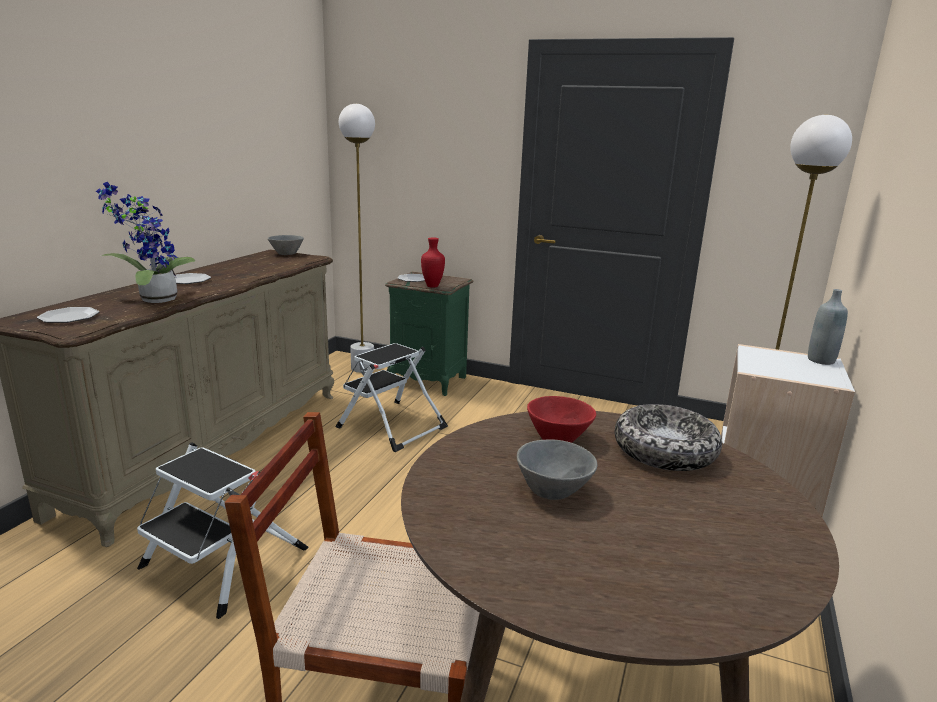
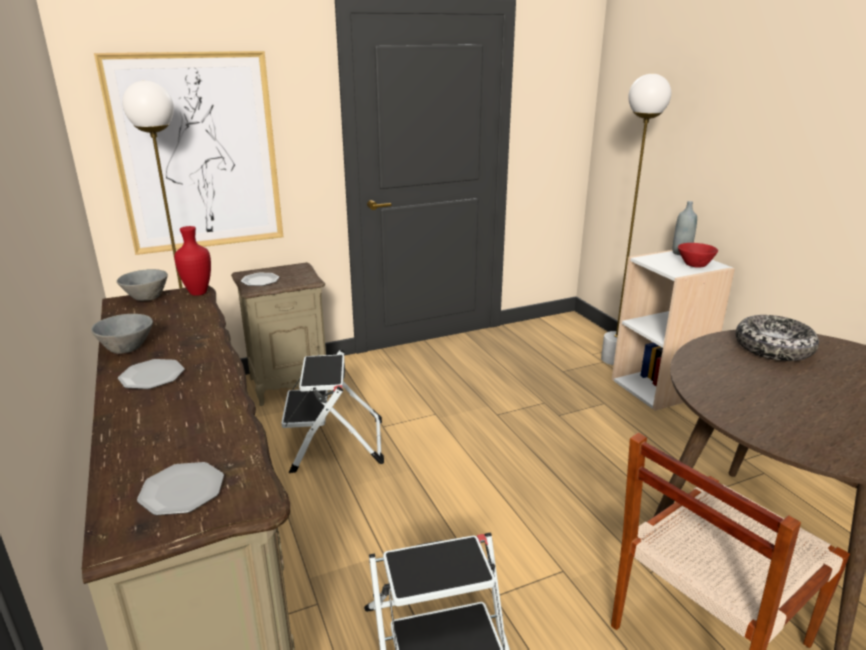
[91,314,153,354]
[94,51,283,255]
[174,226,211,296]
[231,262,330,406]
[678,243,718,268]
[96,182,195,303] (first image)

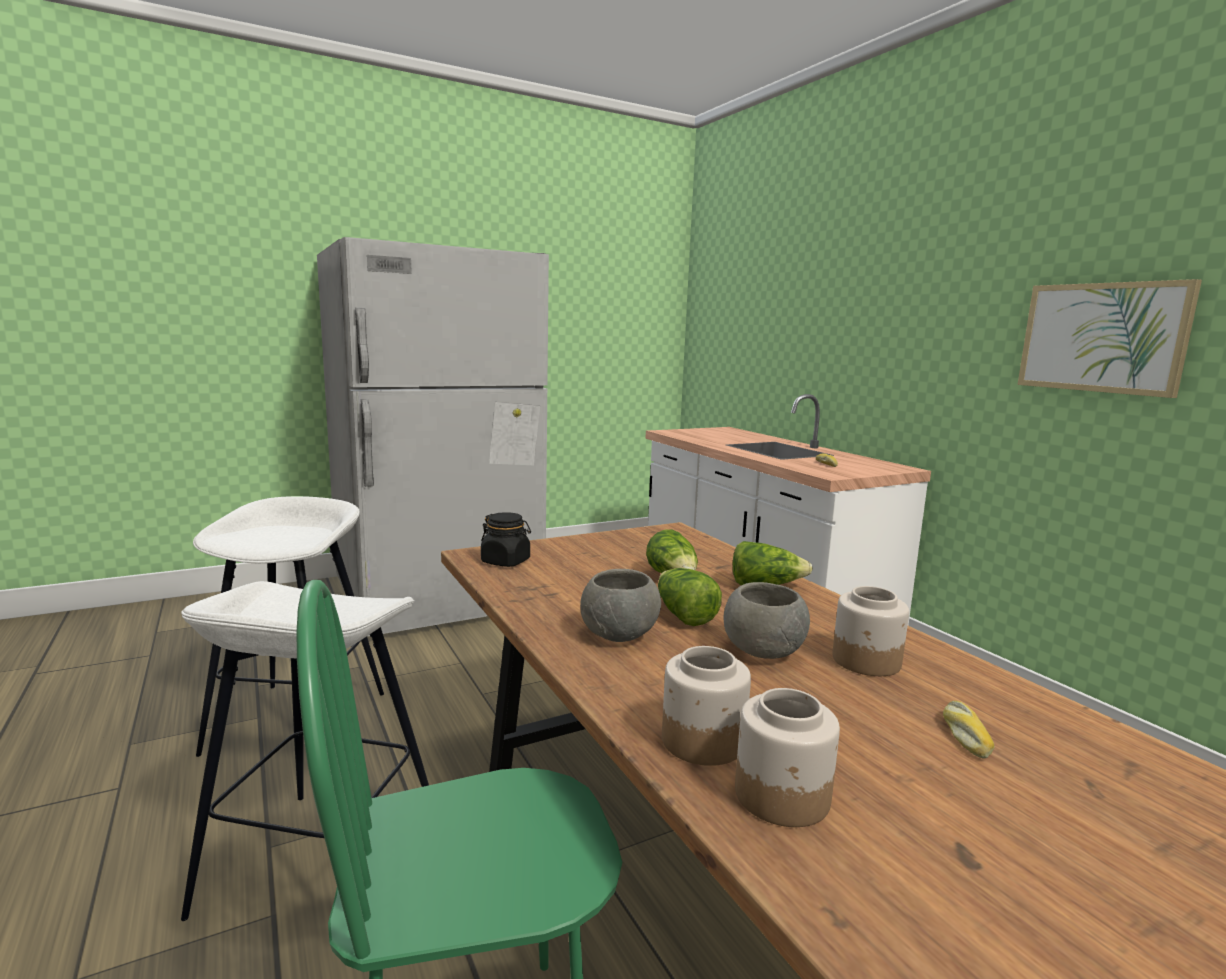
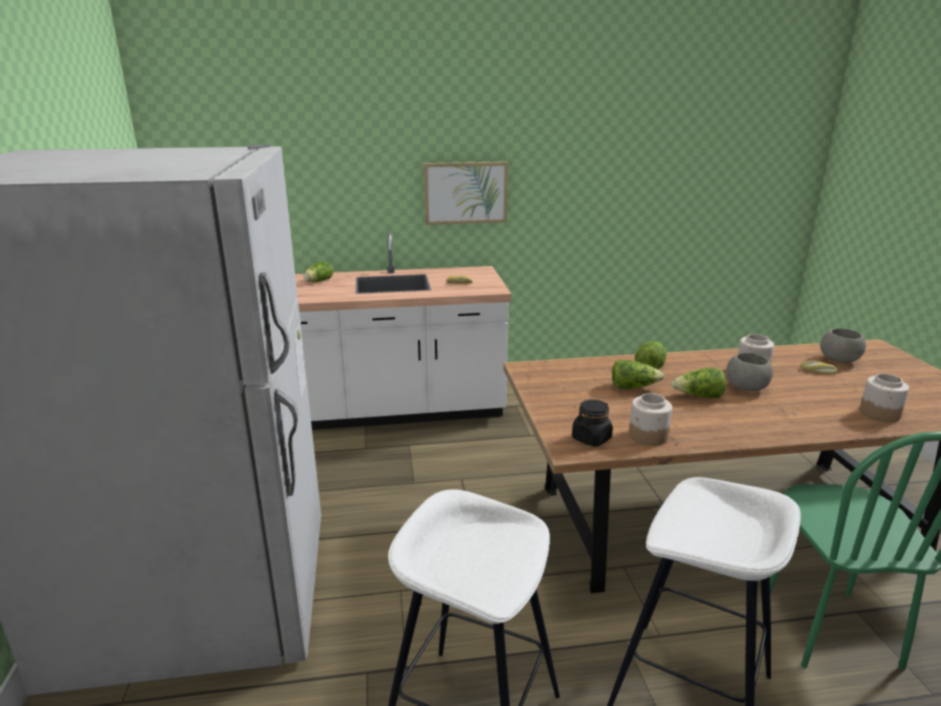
[303,261,333,282]
[424,162,508,225]
[629,393,672,446]
[820,328,866,363]

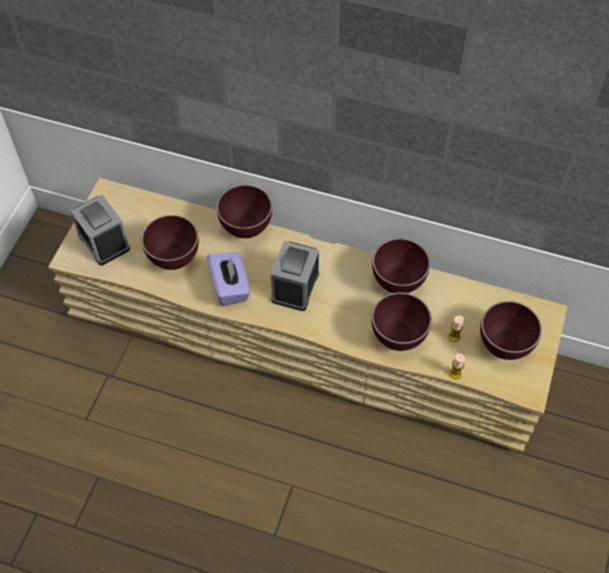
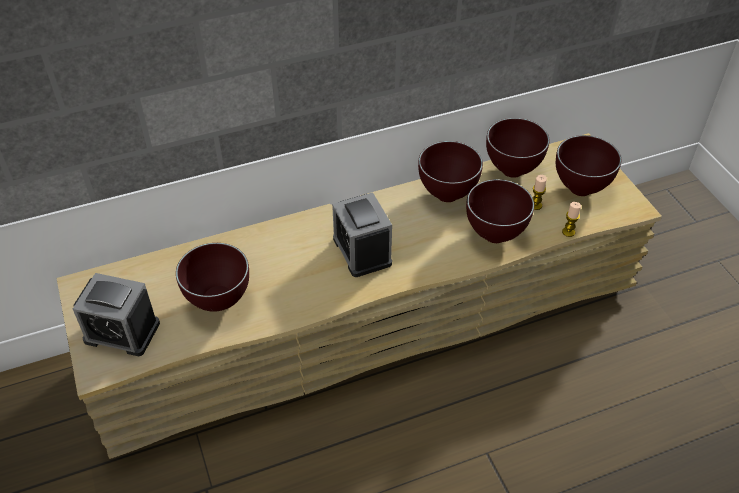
[486,118,550,178]
[207,252,250,306] (first image)

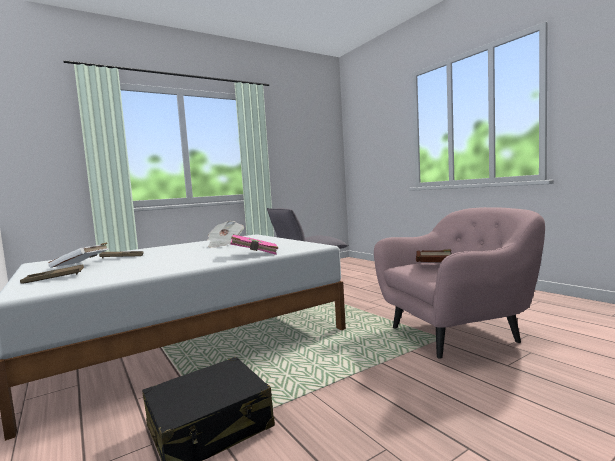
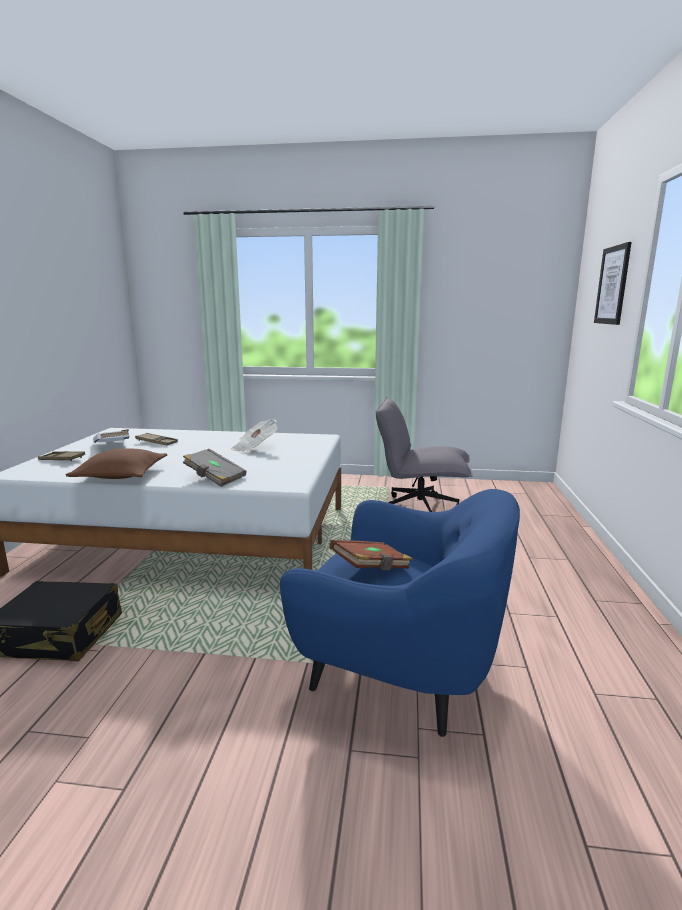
[66,448,167,479]
[183,449,247,487]
[280,489,520,737]
[594,242,632,325]

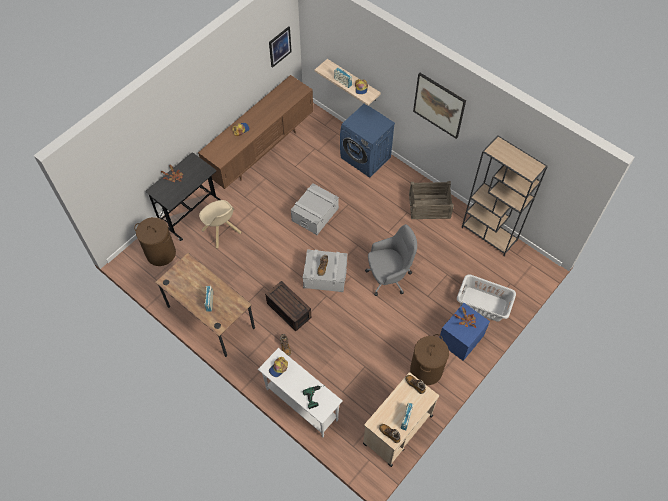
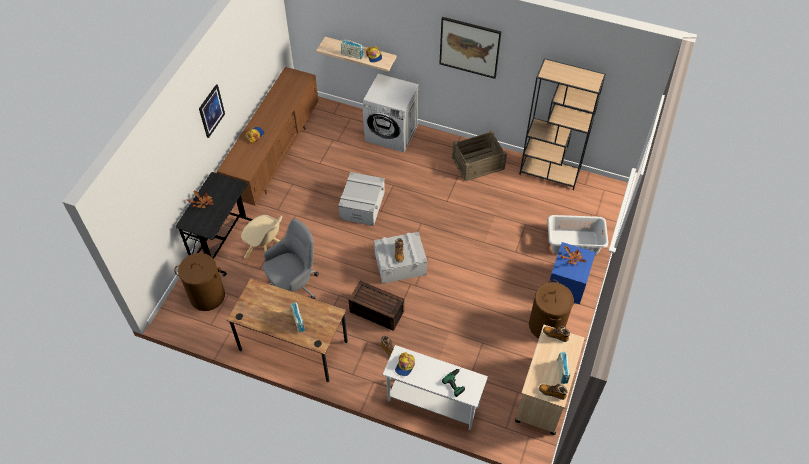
[199,84,225,138]
[263,219,319,299]
[363,74,418,152]

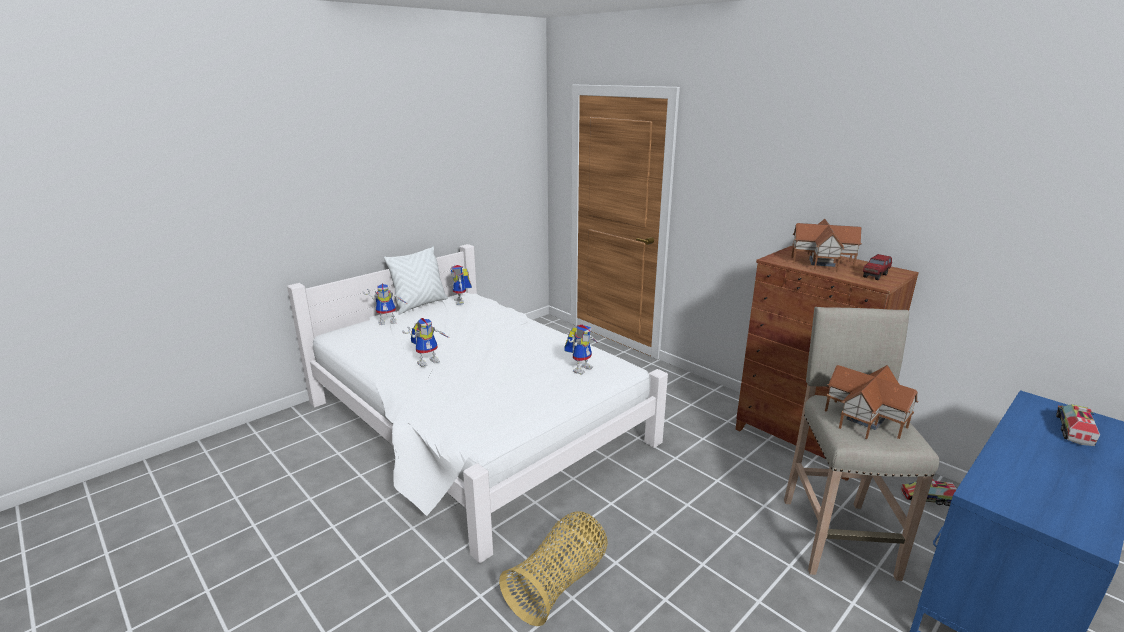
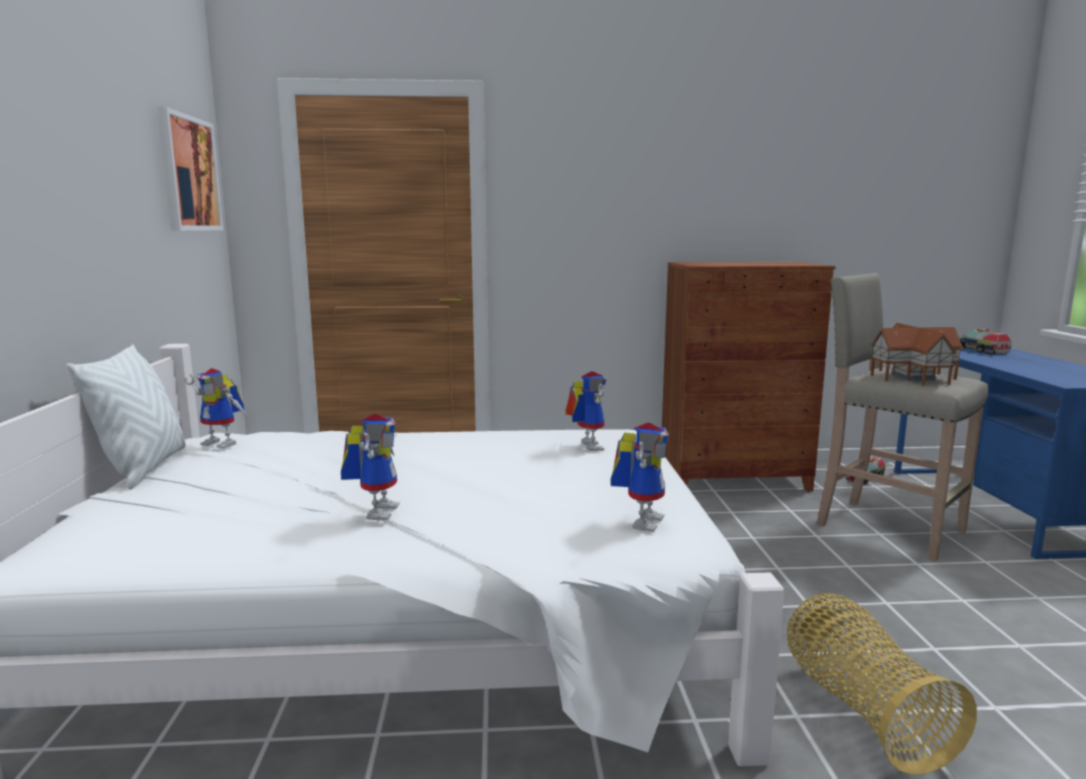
[157,107,223,231]
[611,423,669,532]
[791,219,862,272] (first image)
[863,254,892,280] (first image)

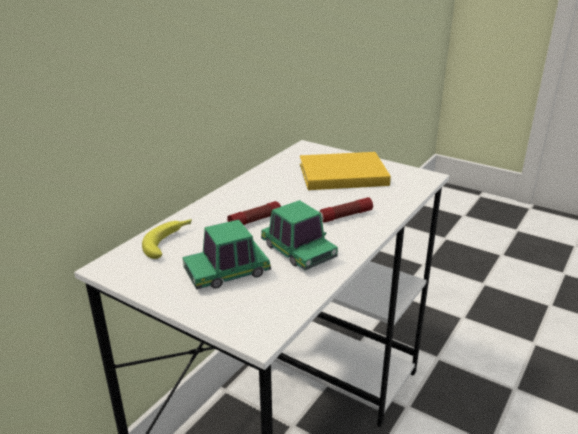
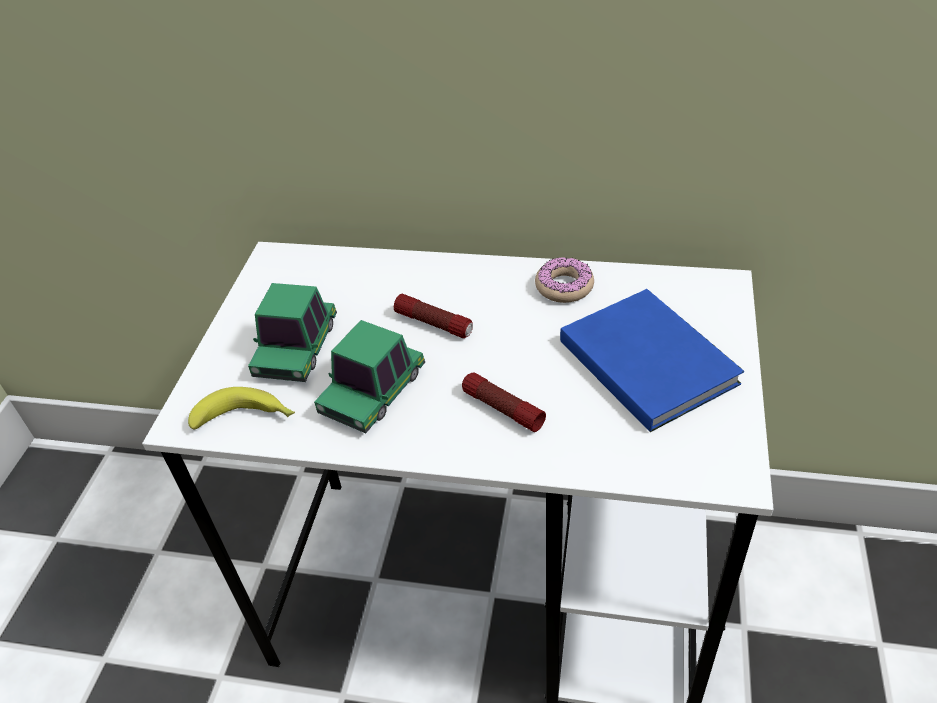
[188,387,295,429]
[248,283,337,382]
[535,257,594,303]
[560,289,744,432]

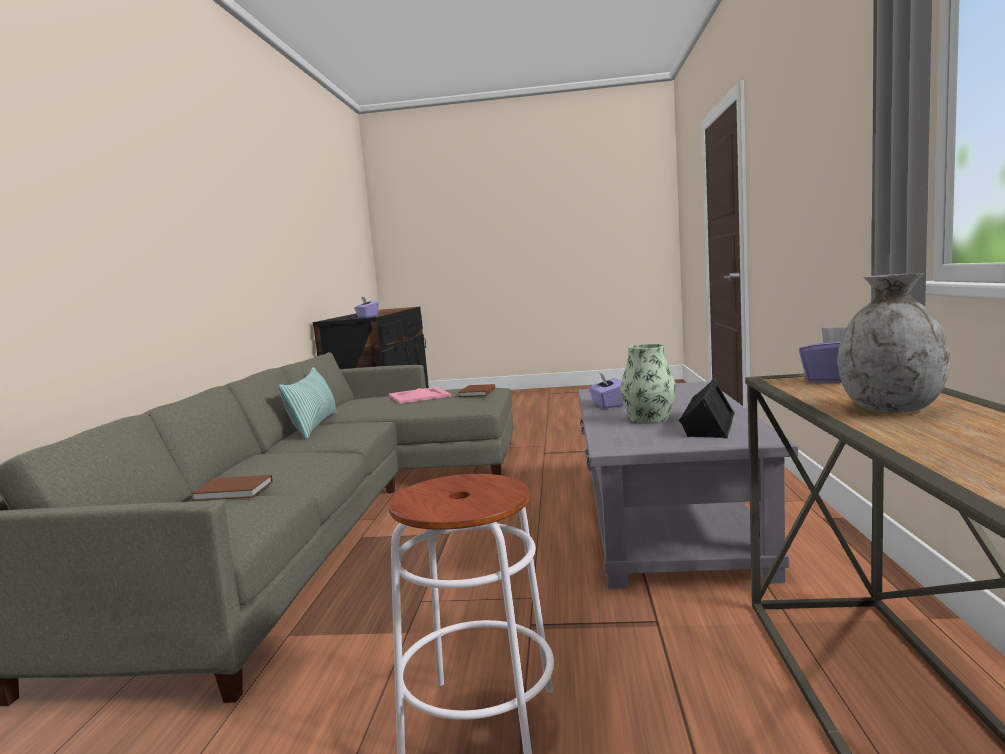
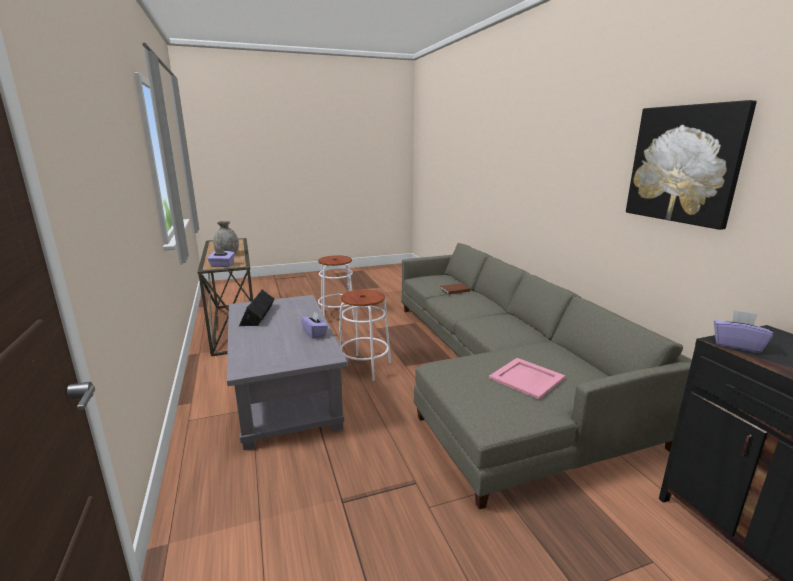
[338,289,391,381]
[626,100,757,230]
[278,367,337,440] (first image)
[458,384,495,397] (first image)
[620,344,676,424] (first image)

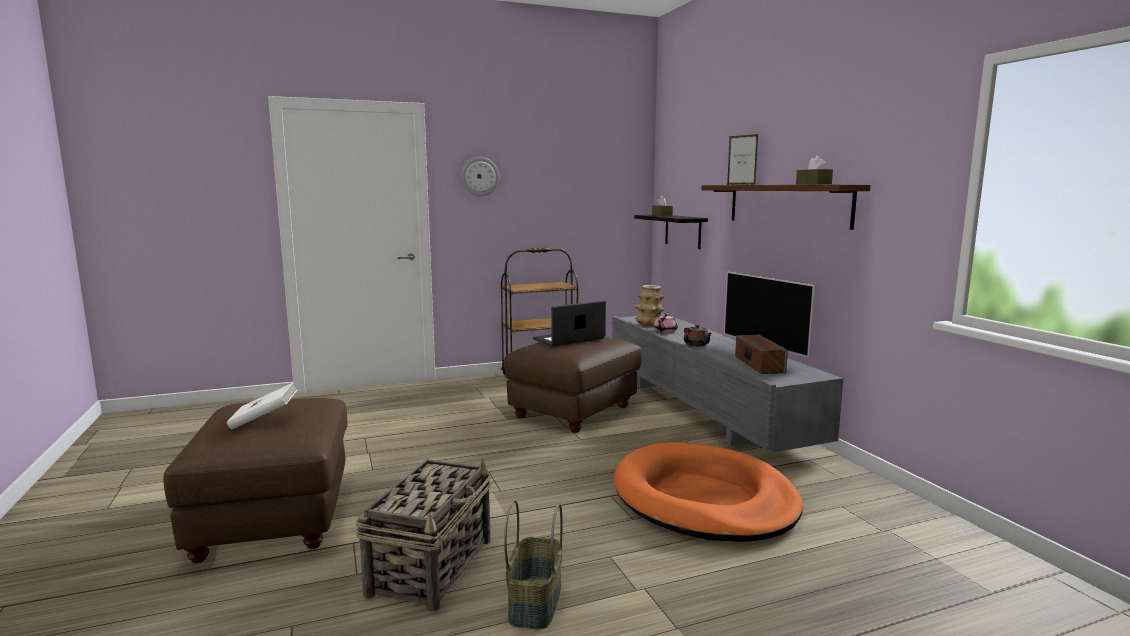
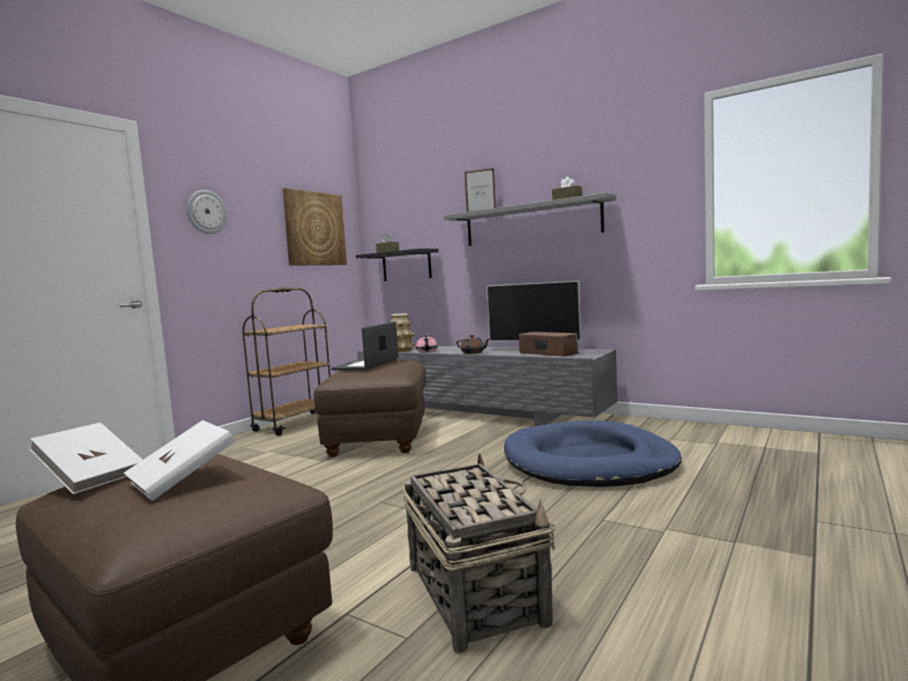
[30,423,143,494]
[283,188,347,266]
[444,193,616,246]
[504,420,682,487]
[504,500,563,629] (first image)

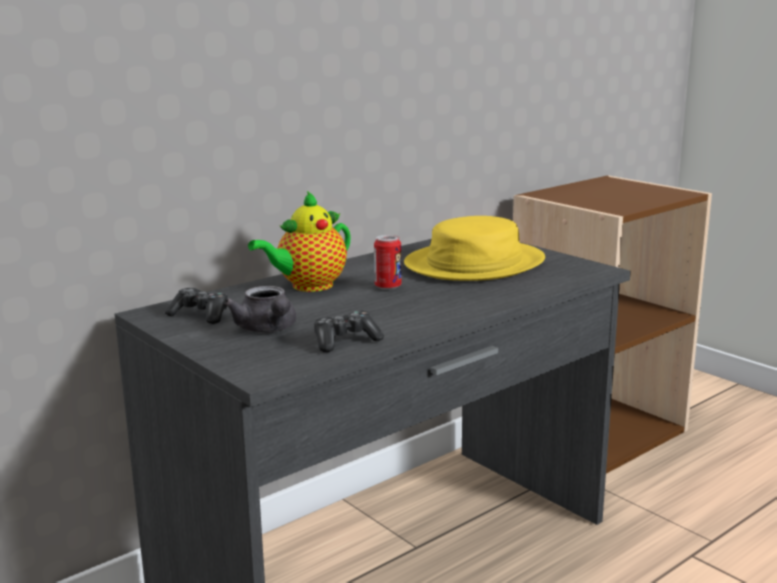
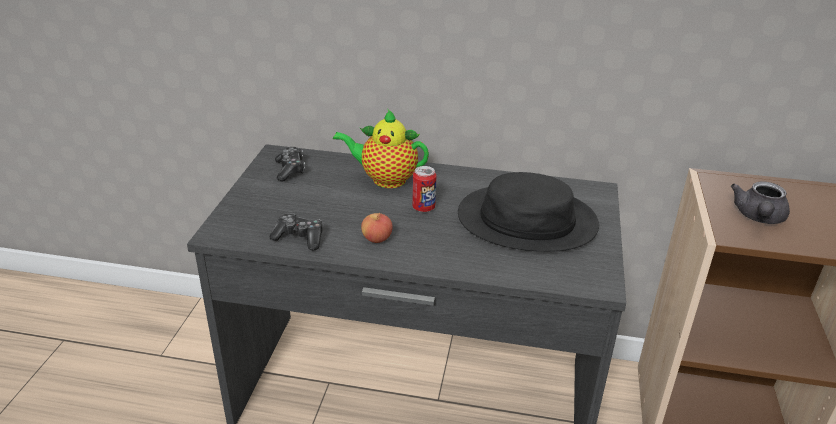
[361,213,393,243]
[458,172,599,252]
[731,181,790,224]

